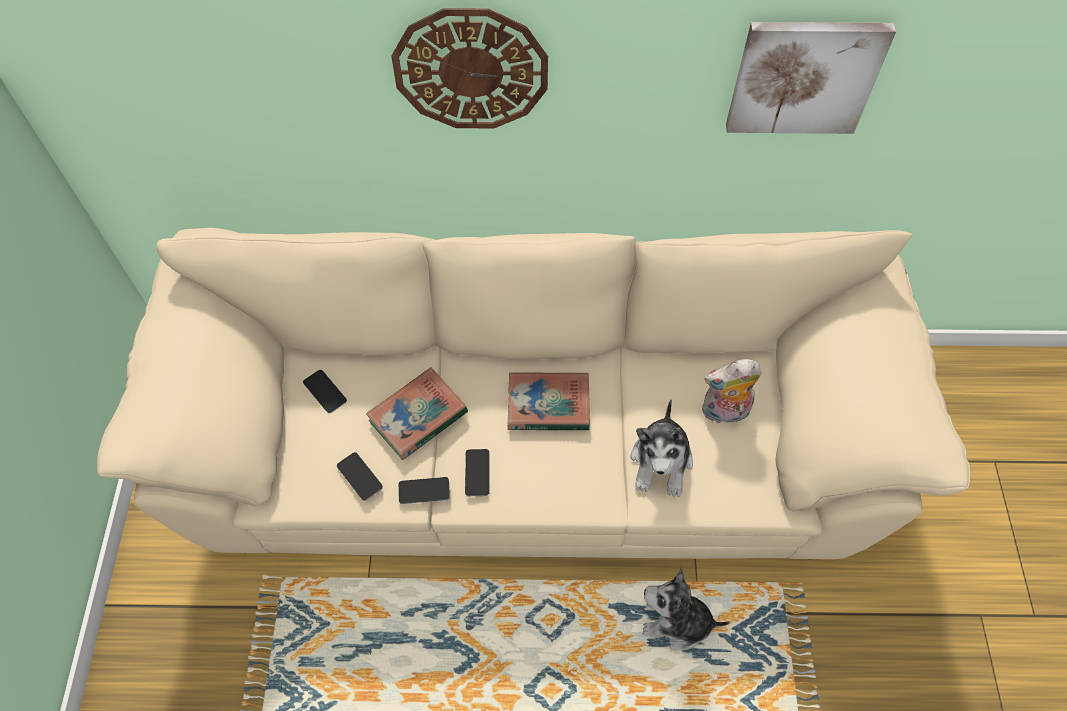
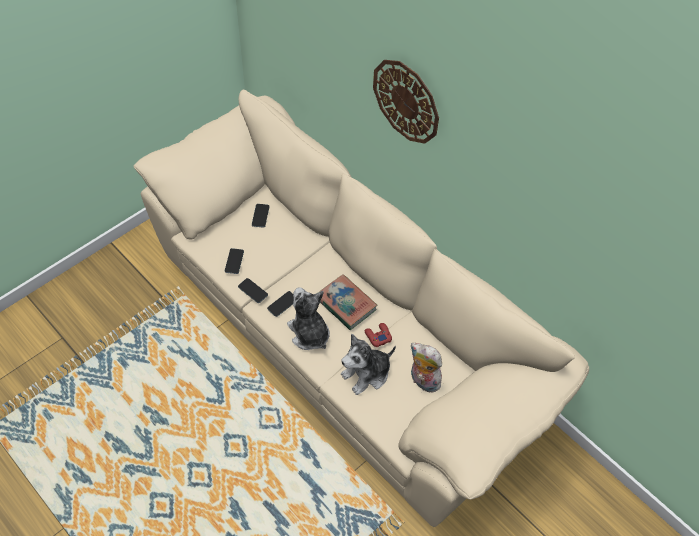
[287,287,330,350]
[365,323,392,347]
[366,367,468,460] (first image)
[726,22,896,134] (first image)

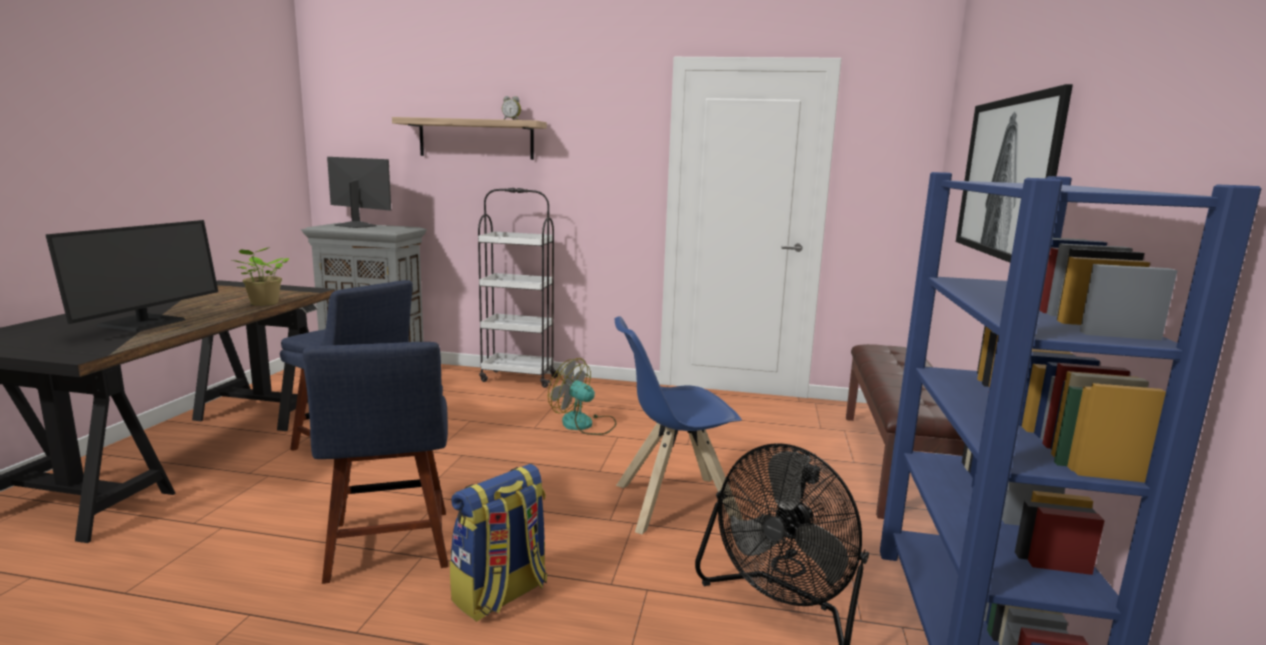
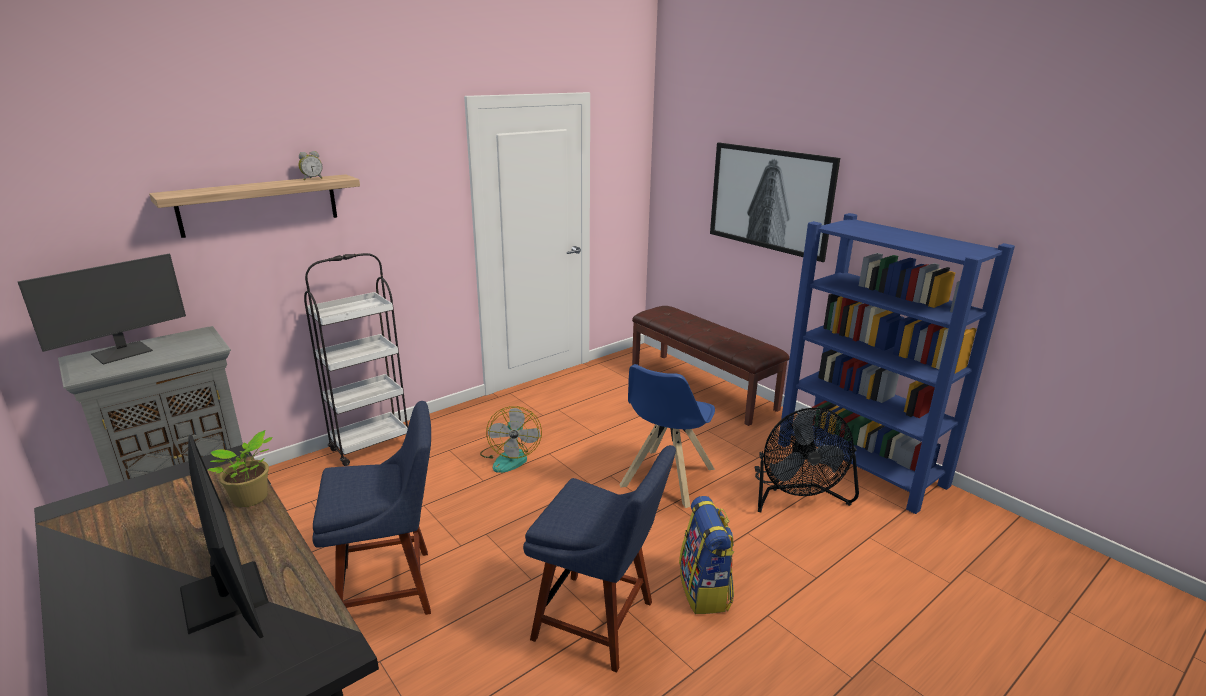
[17,254,186,364]
[480,406,542,473]

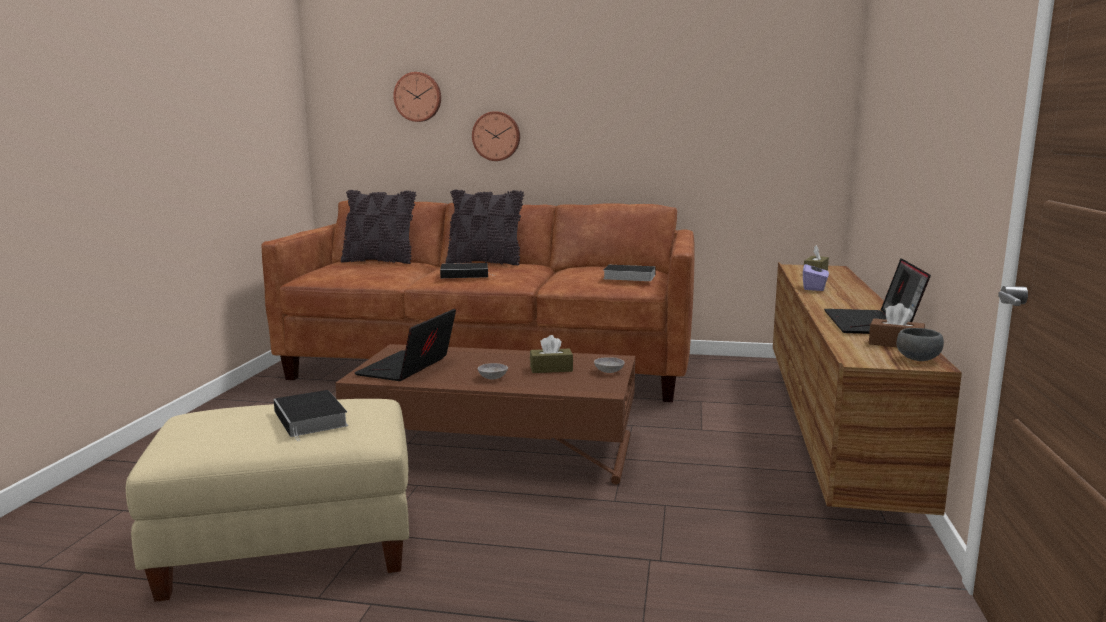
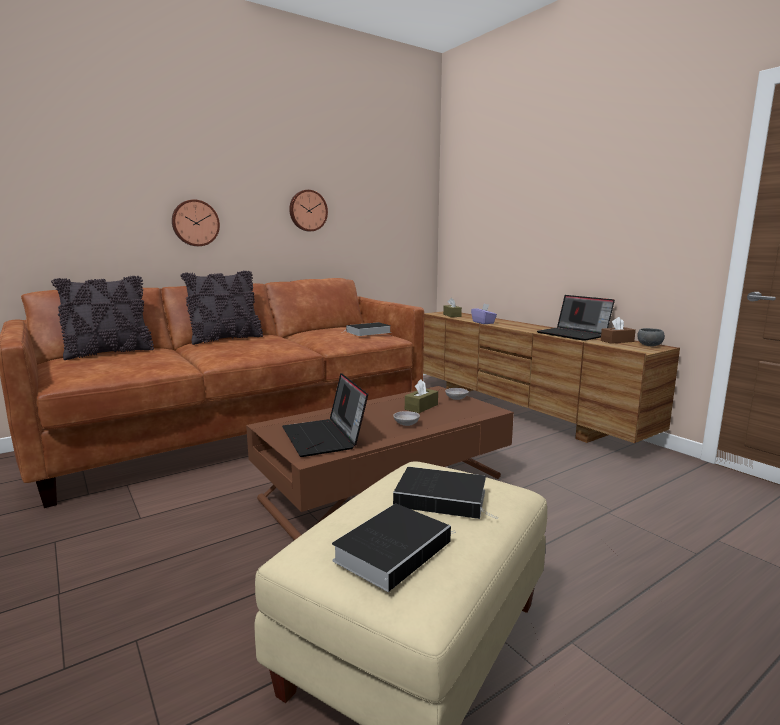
[289,190,328,231]
[332,504,456,592]

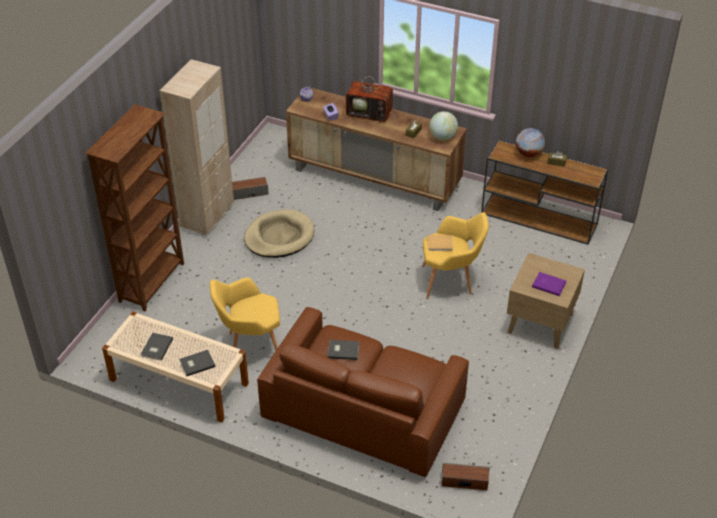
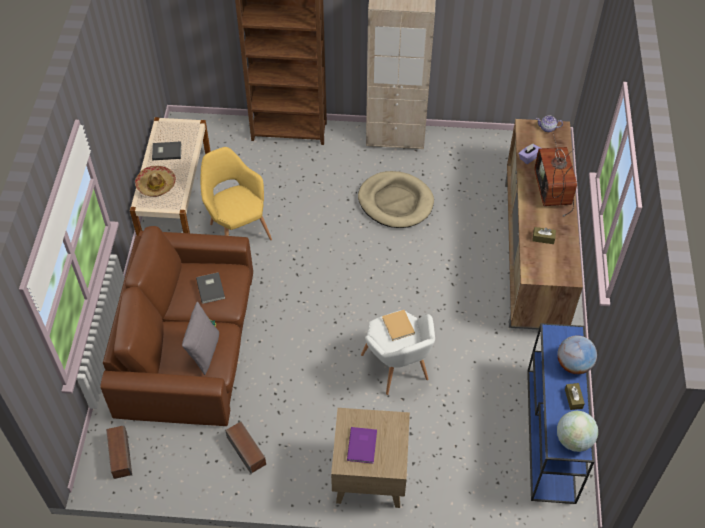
[135,166,176,197]
[182,302,219,375]
[225,422,266,474]
[361,310,435,395]
[527,323,594,504]
[557,411,598,452]

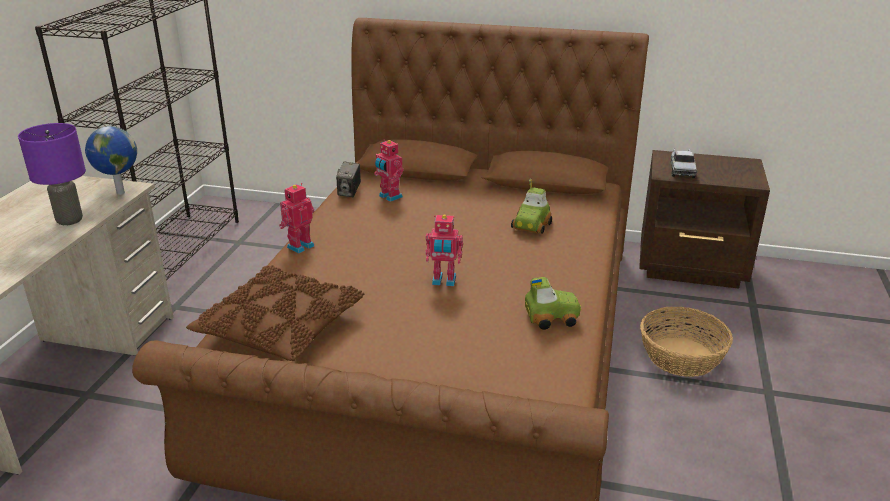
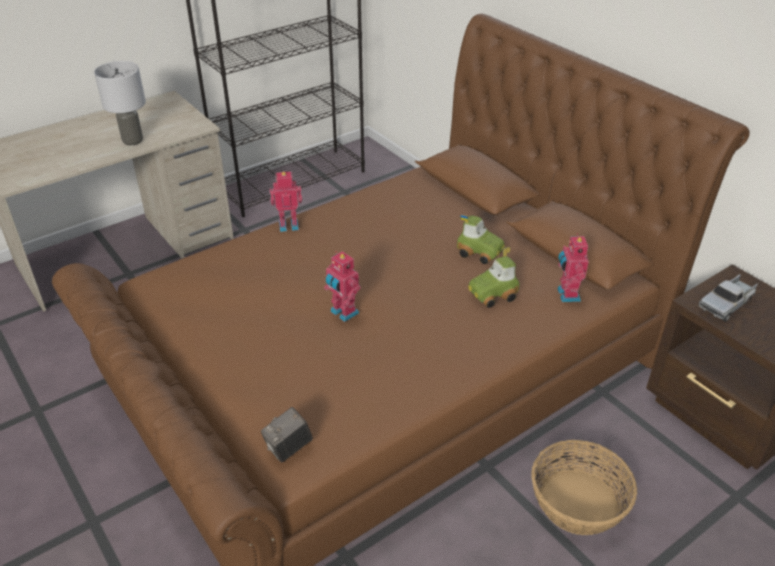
[94,61,146,146]
[261,407,313,463]
[457,215,505,264]
[557,233,589,302]
[85,126,137,195] (first image)
[186,265,364,361] (first image)

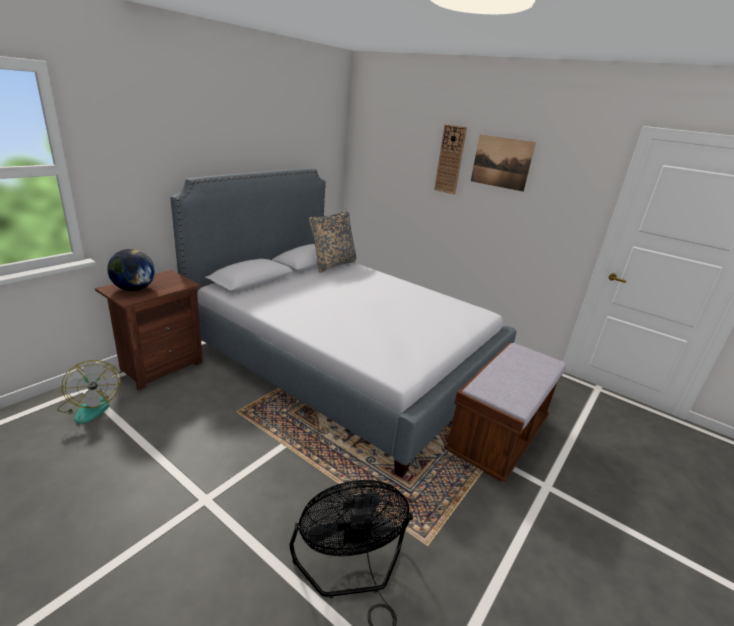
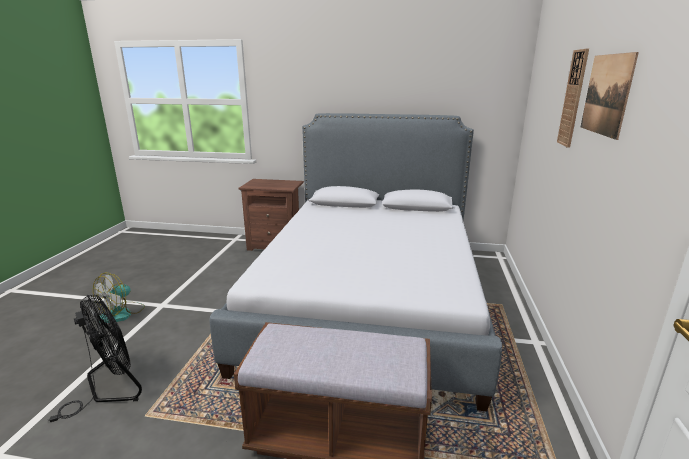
[93,273,145,323]
[107,249,155,291] (first image)
[309,211,356,273] (first image)

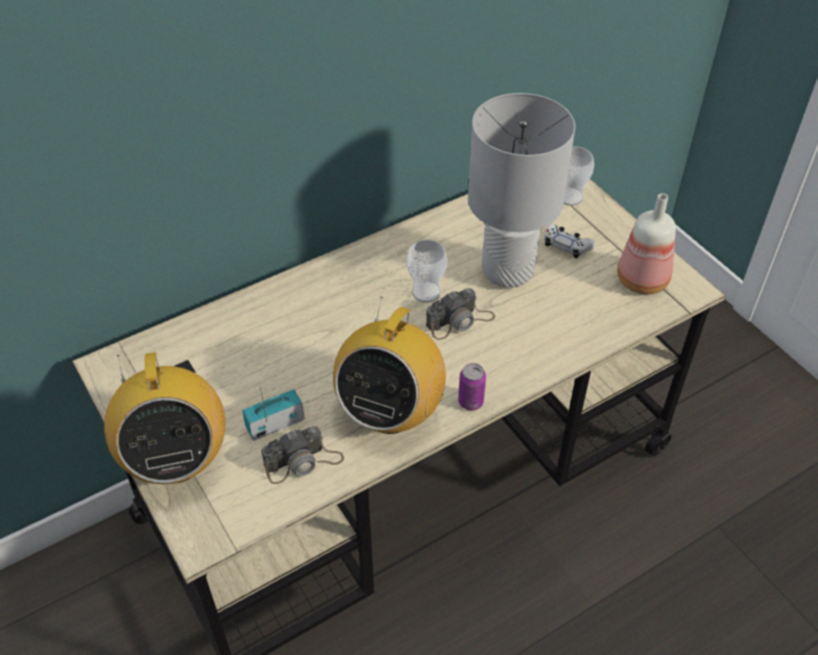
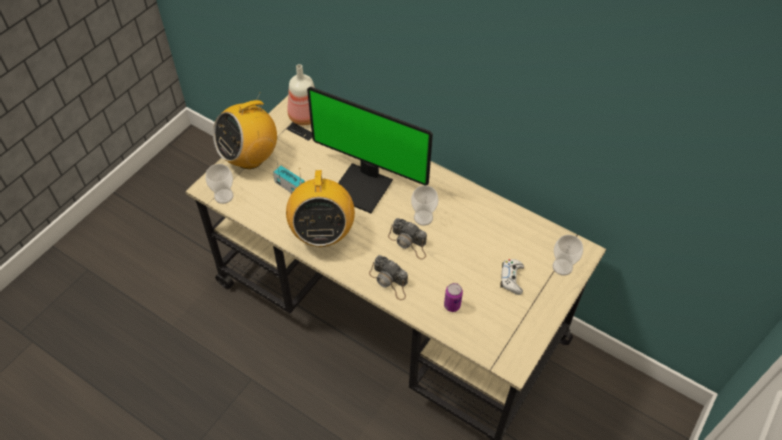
[205,164,234,204]
[286,168,355,247]
[287,64,315,125]
[307,87,433,213]
[369,255,408,300]
[444,283,463,312]
[468,93,575,288] (first image)

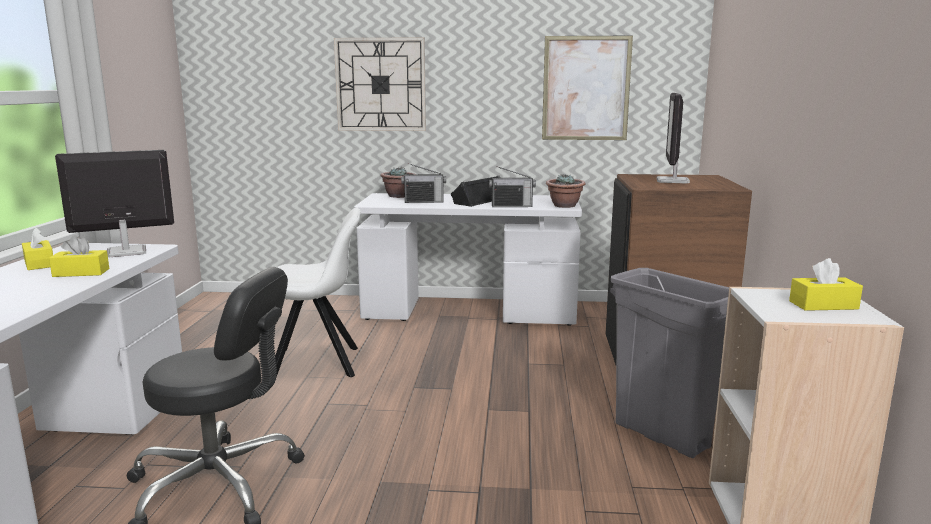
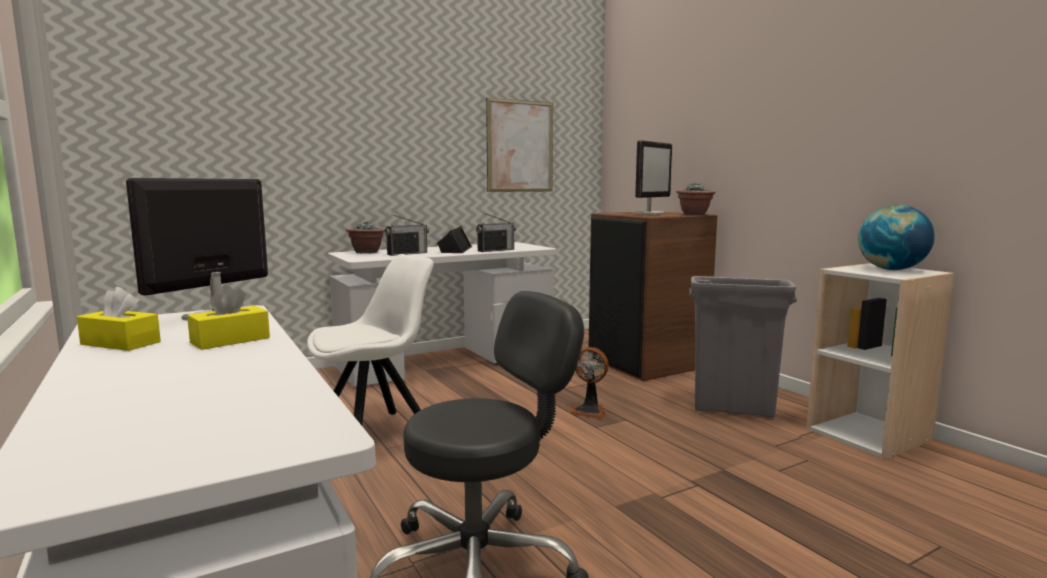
[569,347,609,419]
[633,140,672,215]
[676,183,716,215]
[858,205,935,270]
[334,37,426,131] (first image)

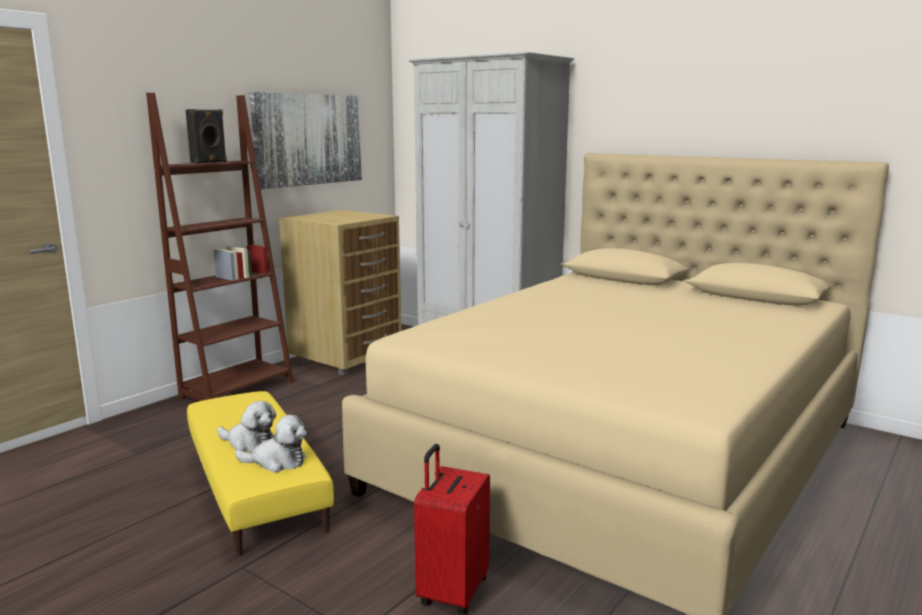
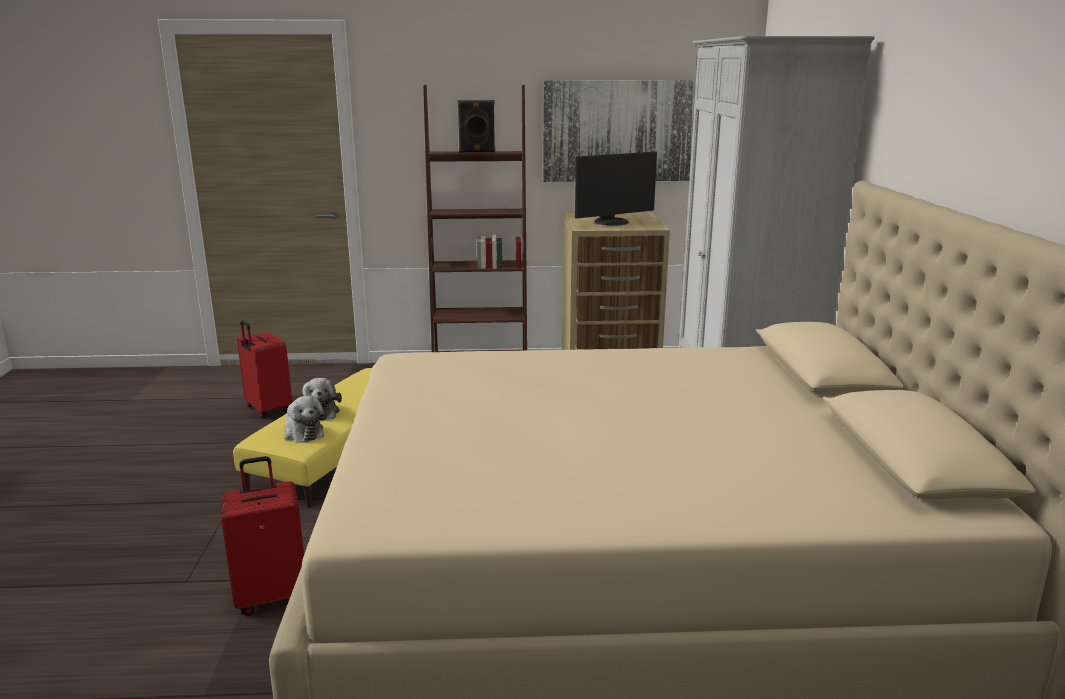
[237,320,292,418]
[575,152,657,226]

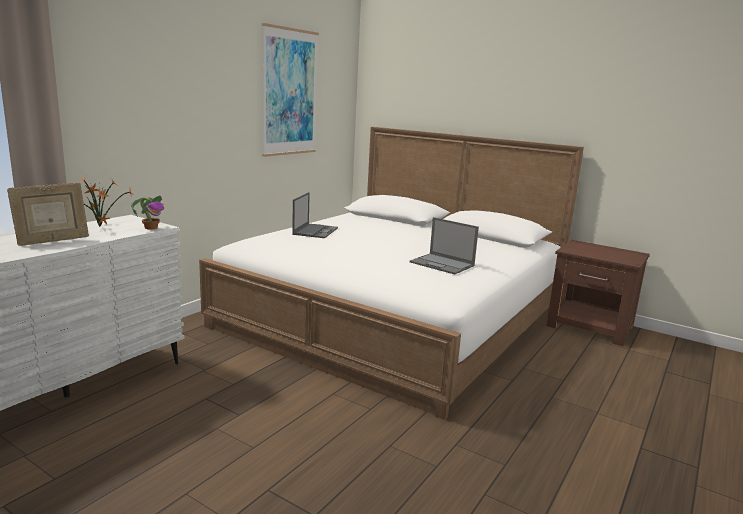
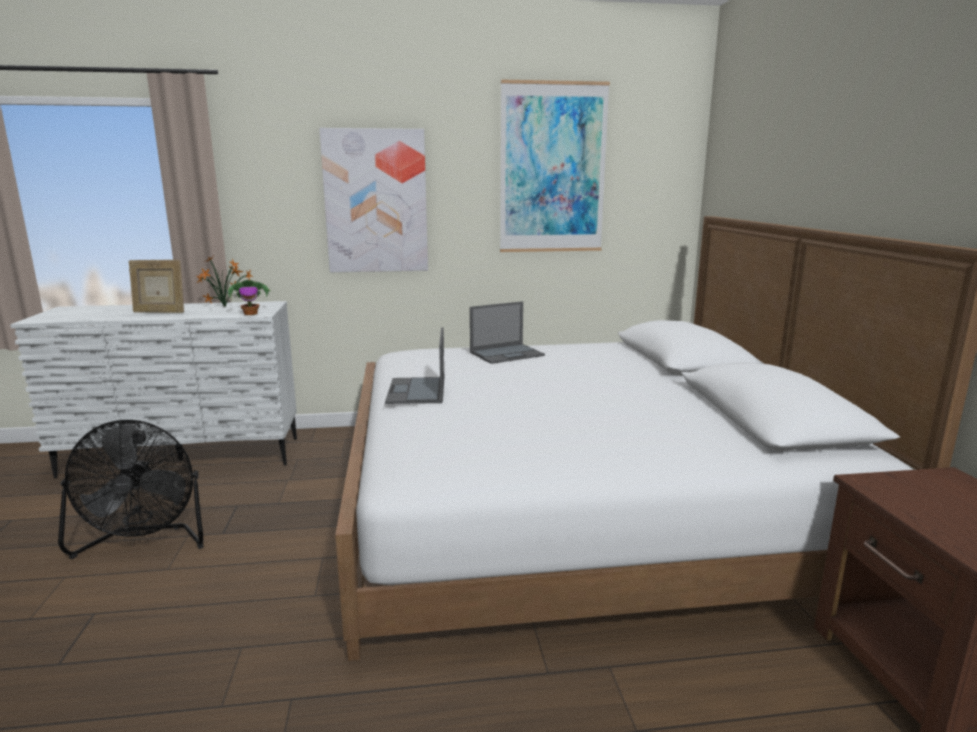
[58,420,204,559]
[319,128,428,272]
[385,327,444,404]

